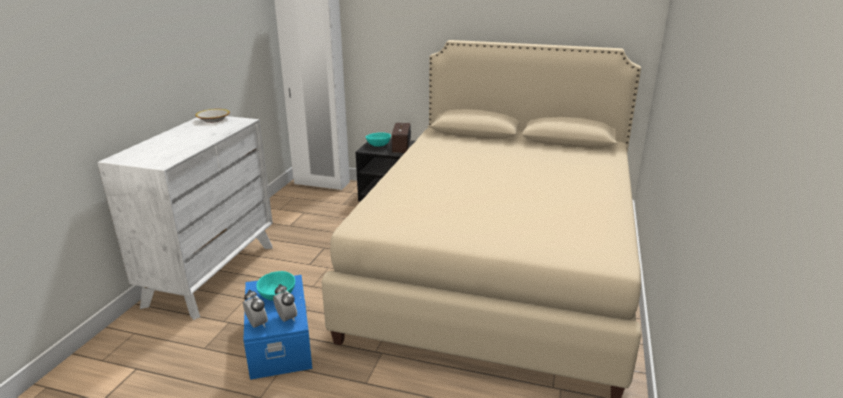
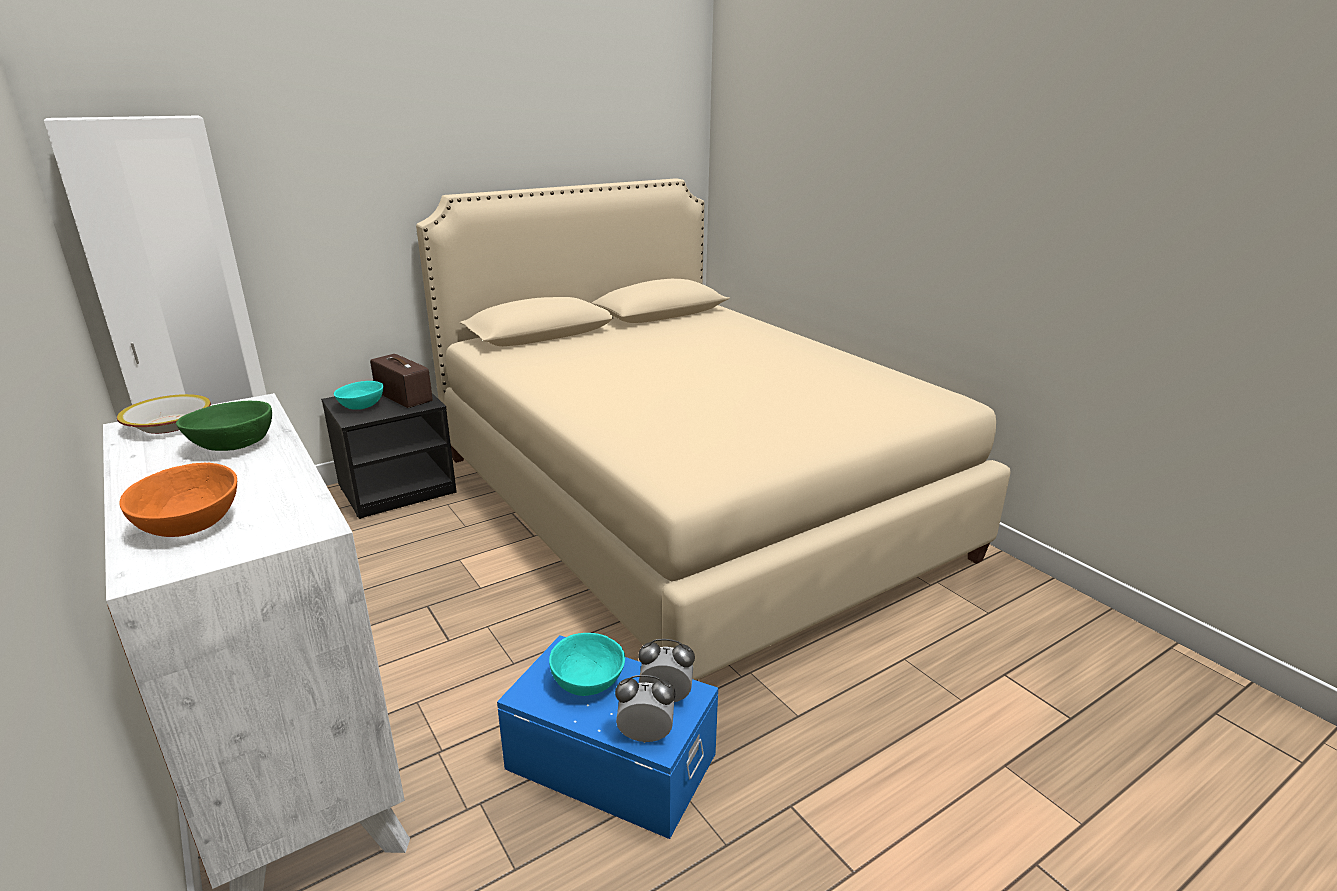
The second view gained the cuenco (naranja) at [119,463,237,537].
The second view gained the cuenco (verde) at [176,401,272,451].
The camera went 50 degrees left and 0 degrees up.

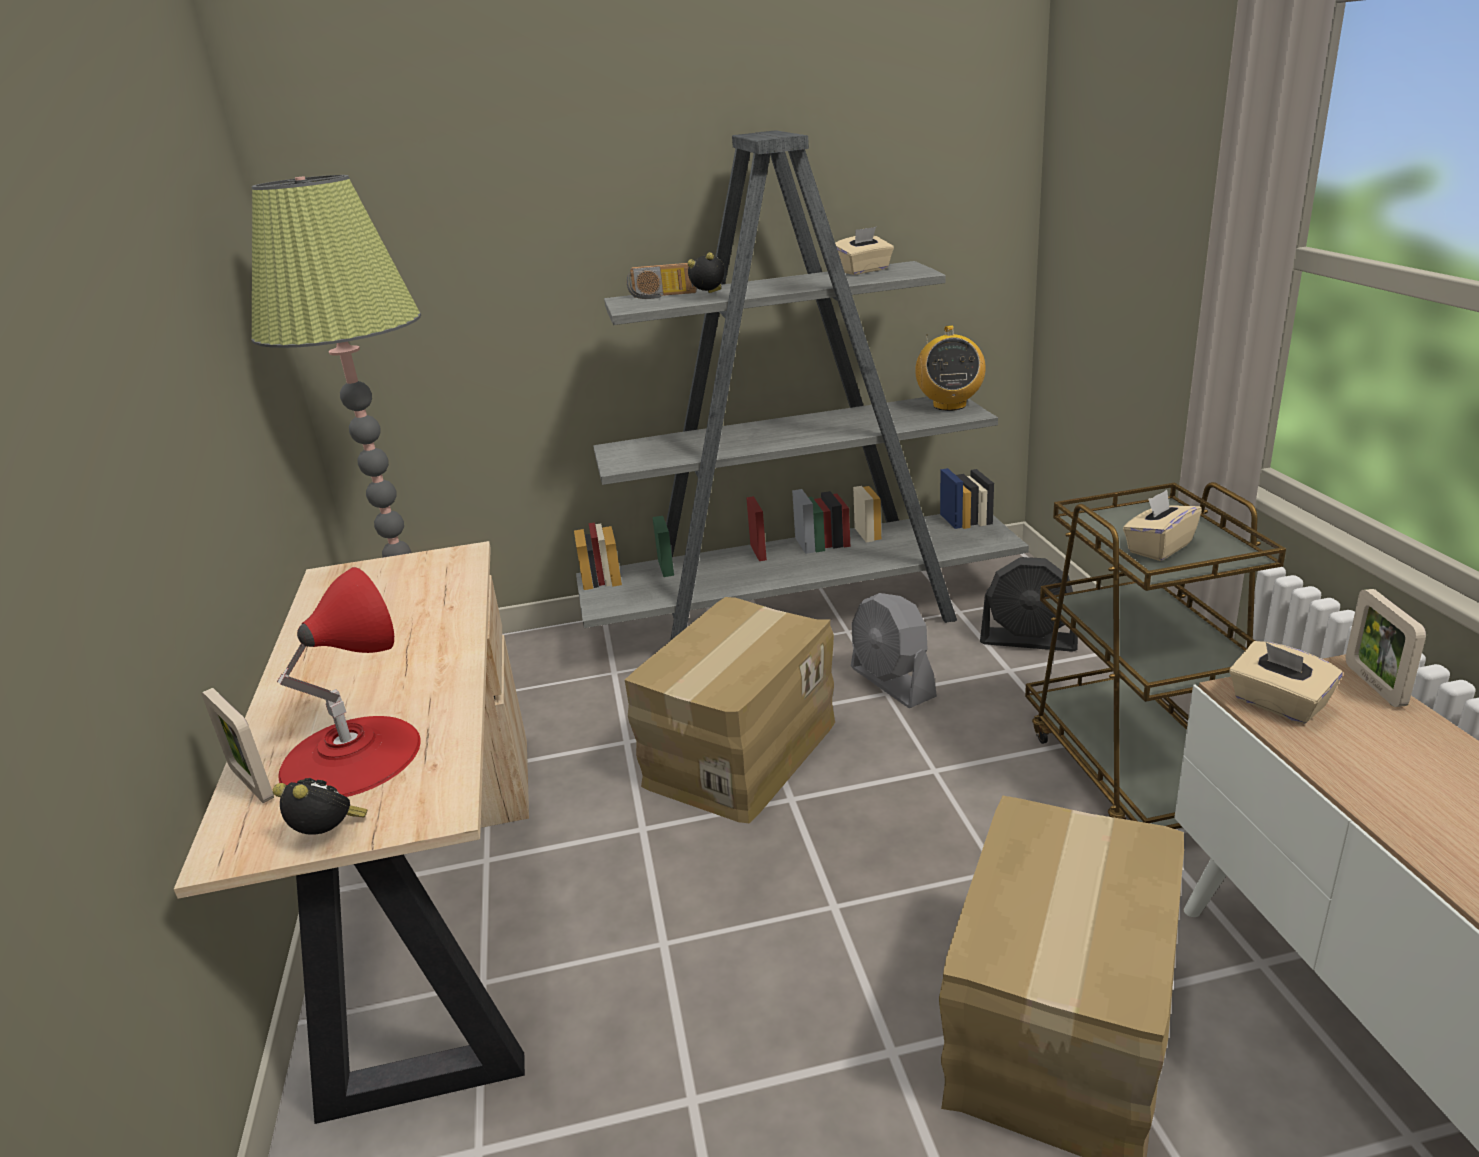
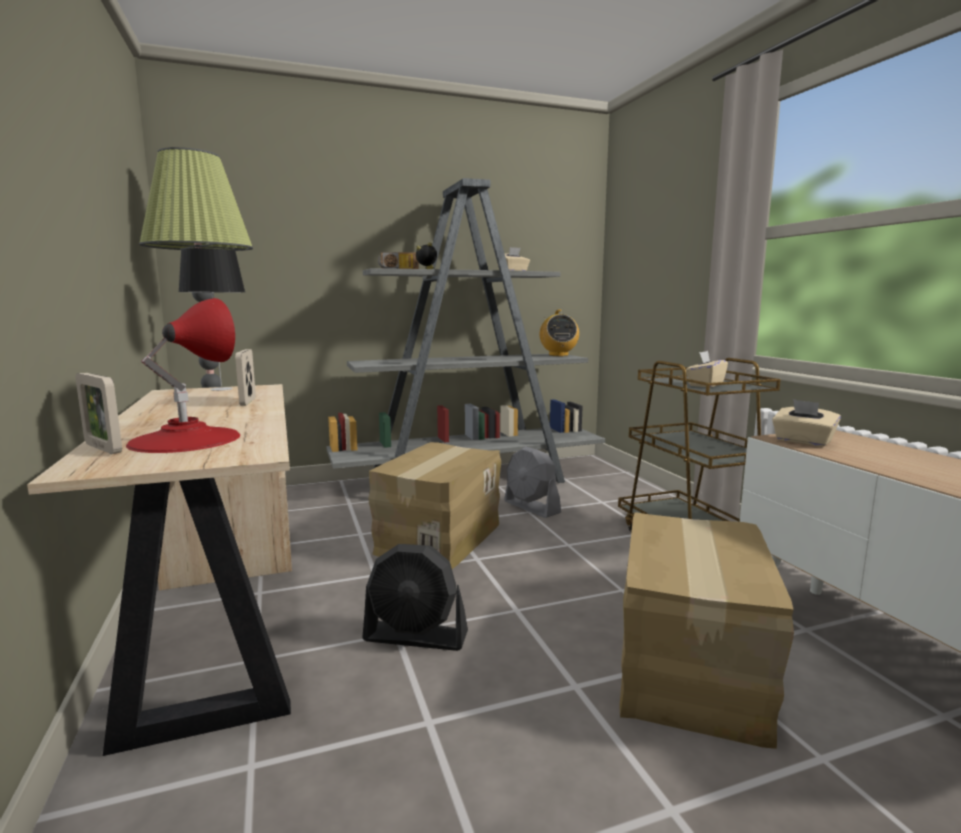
The second view gained the lámpara de mesa at [178,248,245,391].
The portarretratos ended up elsewhere, having gone from [1345,589,1426,707] to [235,349,256,406].
The ventilador (negro) ended up elsewhere, having gone from [980,557,1078,652] to [362,544,468,651].
The second view lost the despertador at [273,778,368,835].
The camera went 10 degrees left and 15 degrees down.

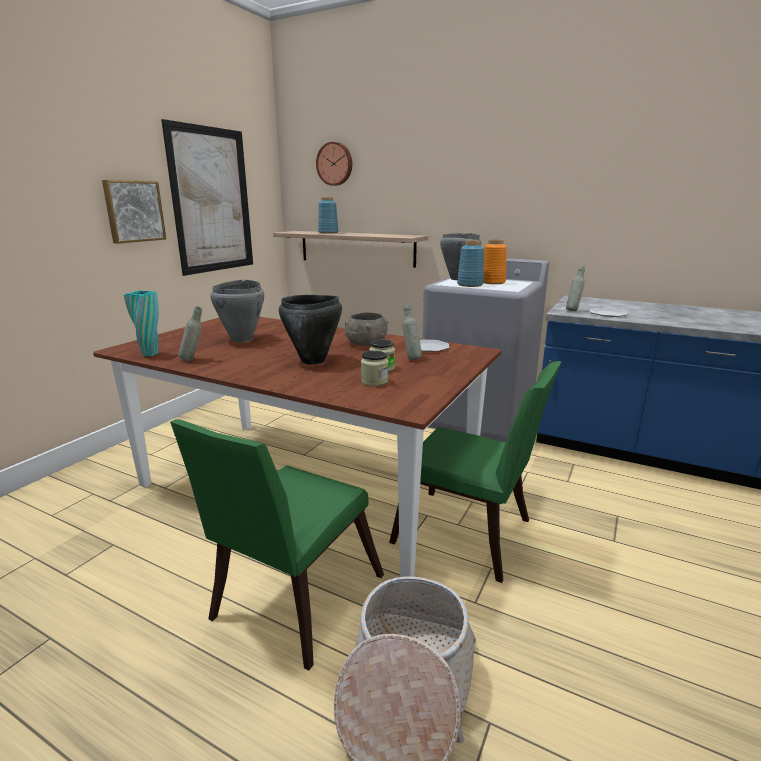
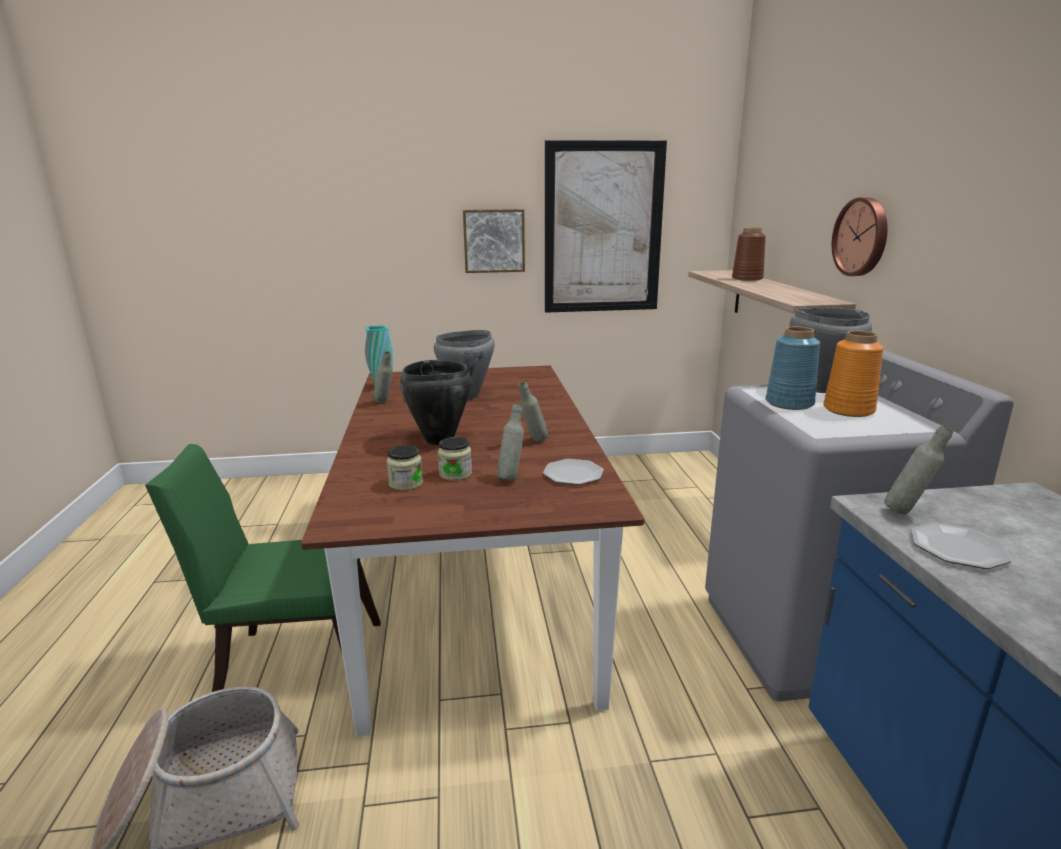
Where the cuenco (gris) stood at [345,312,388,346], the botella (gris) came to stand at [519,382,548,442].
What was the florero (azul) at [318,197,339,233] turned into the florero (marrón) at [732,227,766,281].
The reloj de pared ended up elsewhere, having gone from [316,142,352,186] to [832,197,888,276].
The second view lost the silla (verde) at [389,361,561,583].
The camera went 55 degrees right and 0 degrees up.

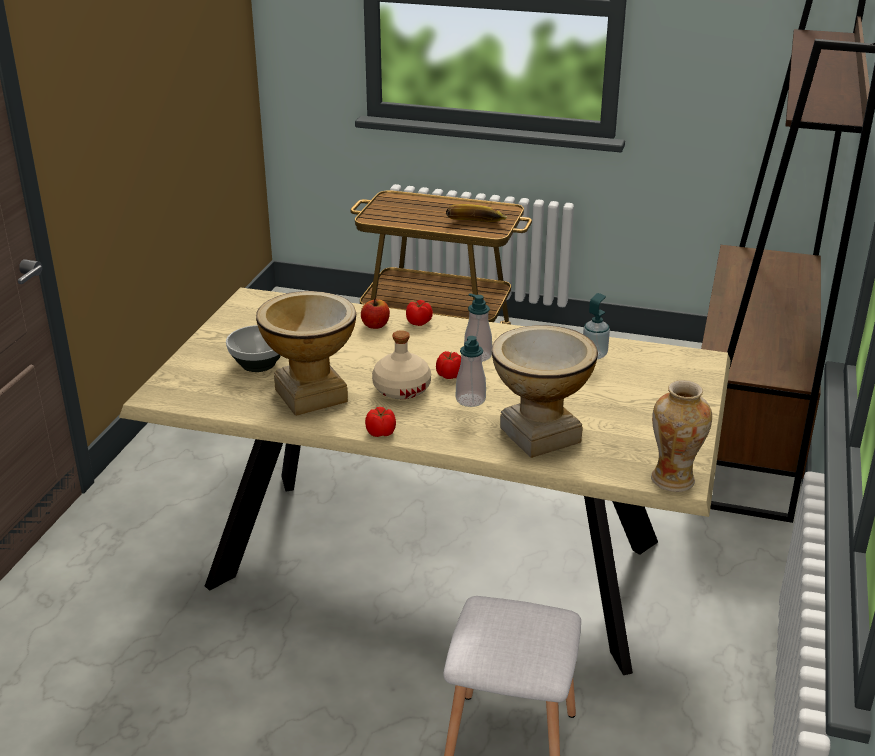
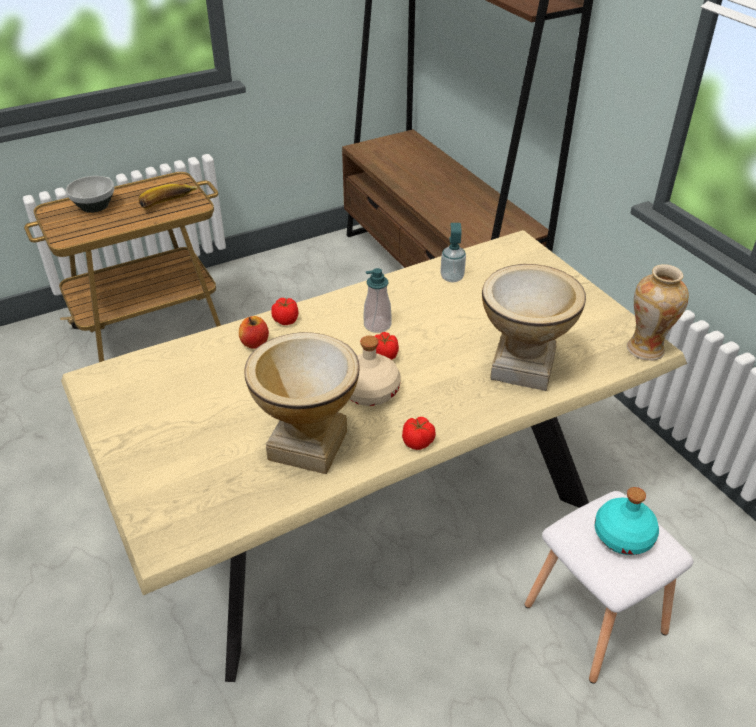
The cuenco ended up elsewhere, having gone from [226,325,281,372] to [66,176,114,213].
The second view gained the botella (turquesa) at [595,487,659,555].
The second view lost the dispensador de jabón at [456,336,486,407].
The camera went 45 degrees left and 10 degrees up.

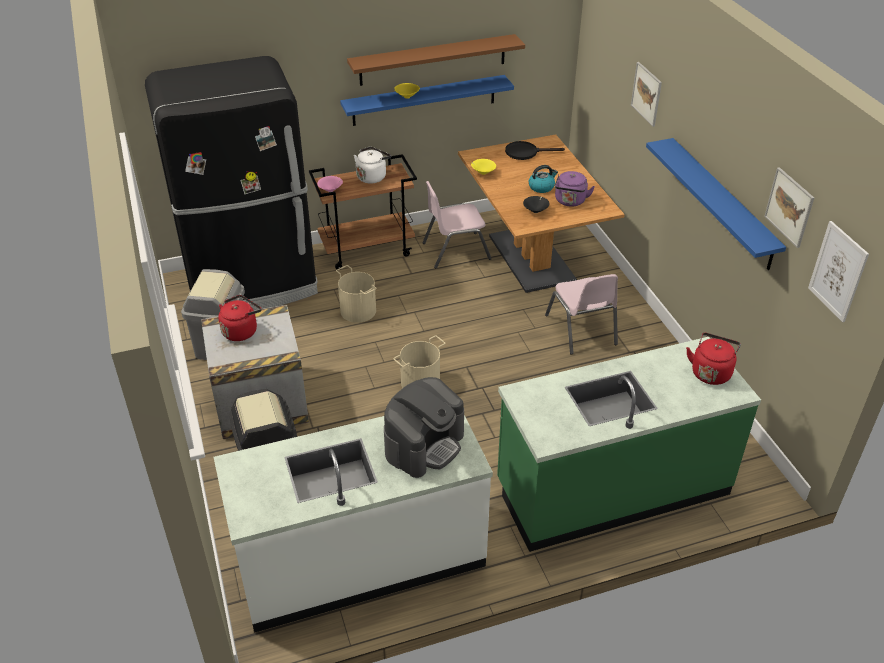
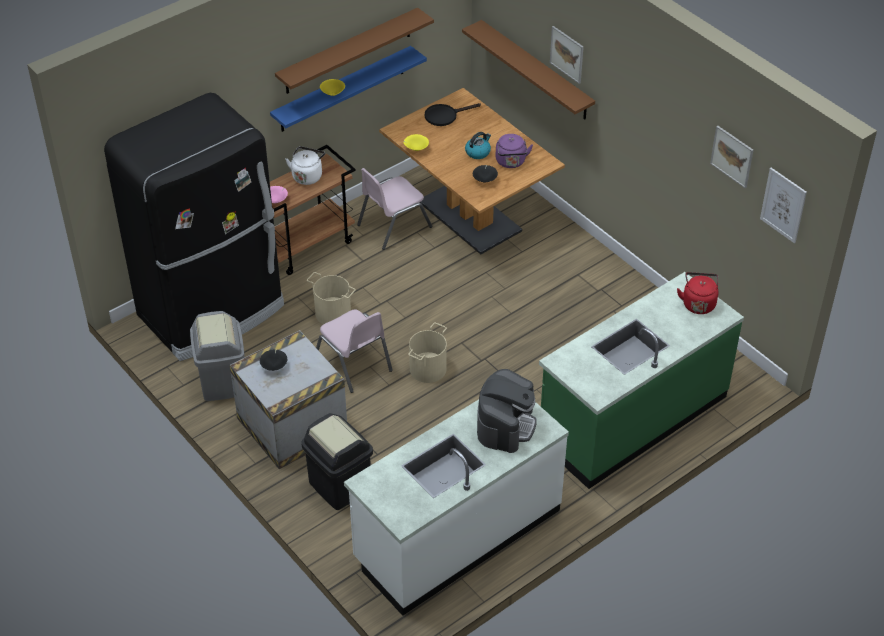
Where the hervidor (rojo) stood at [218,295,262,341], the cuenco (negro) came to stand at [260,349,287,371].
The silla (rosa) ended up elsewhere, having gone from [545,274,618,355] to [316,309,393,393].
The second view gained the estante (marrón) at [462,20,595,119].
The second view lost the estante (azul) at [646,138,786,270].
The camera went 20 degrees left and 5 degrees up.

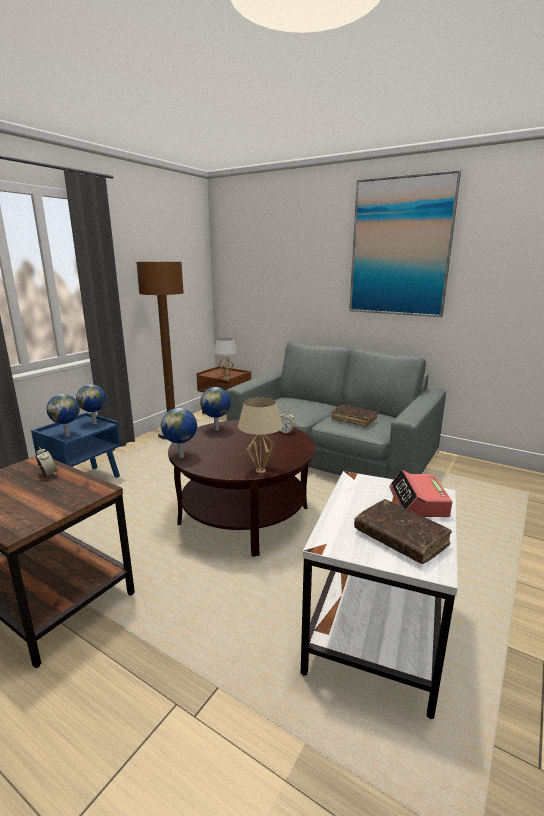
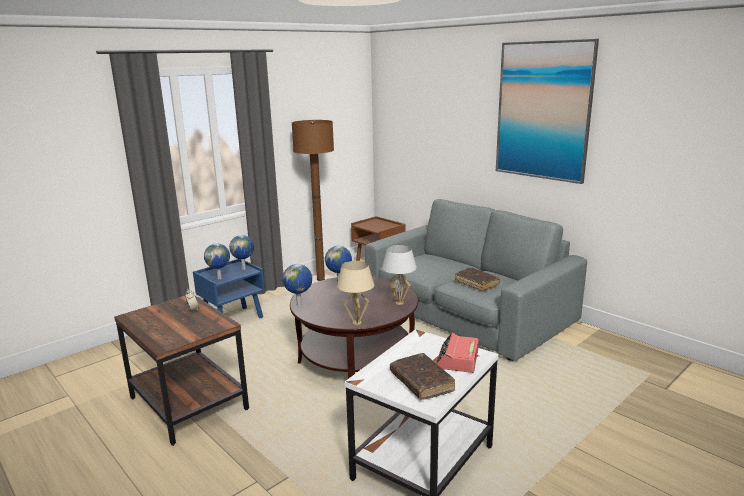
The lámpara de mesa (blanco) ended up elsewhere, having gone from [214,338,237,378] to [382,245,417,305].
The camera went 15 degrees right and 0 degrees up.

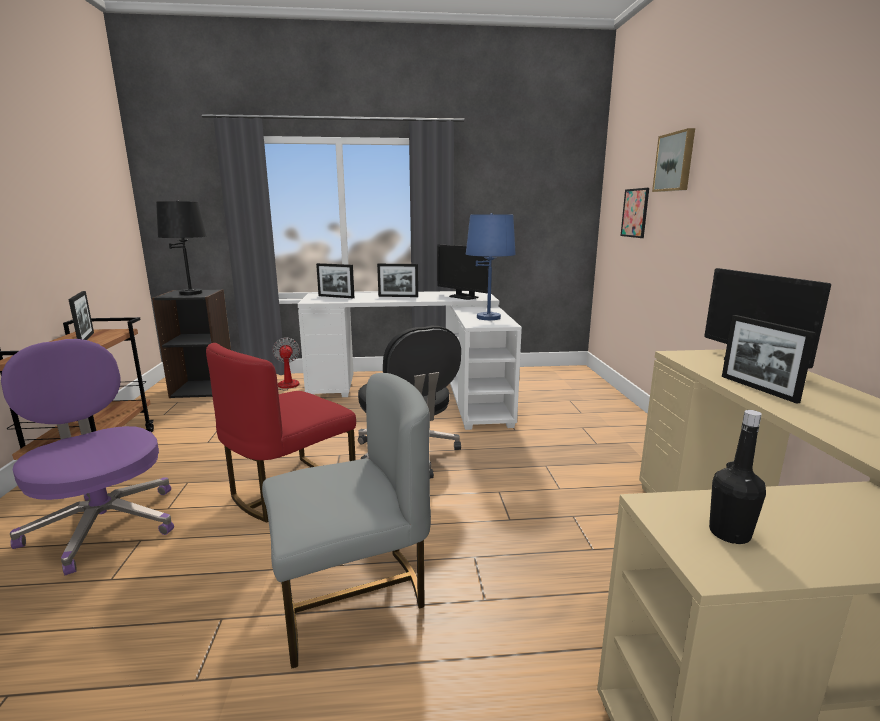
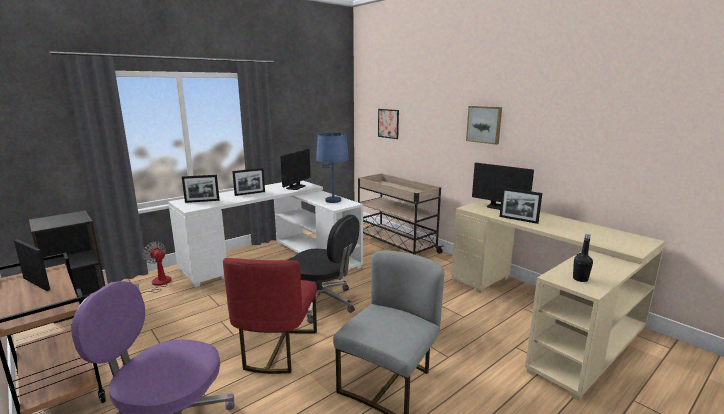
The monitor at [437,244,489,300] ended up facing another way, 75 degrees counterclockwise from before.
The second view gained the carrito (beis) at [358,173,444,255].
The cuadro ended up elsewhere, having gone from [652,128,695,192] to [466,106,502,145].
The second view lost the lámpara de mesa (negro) at [156,200,207,295].
The camera went 35 degrees left and 0 degrees up.

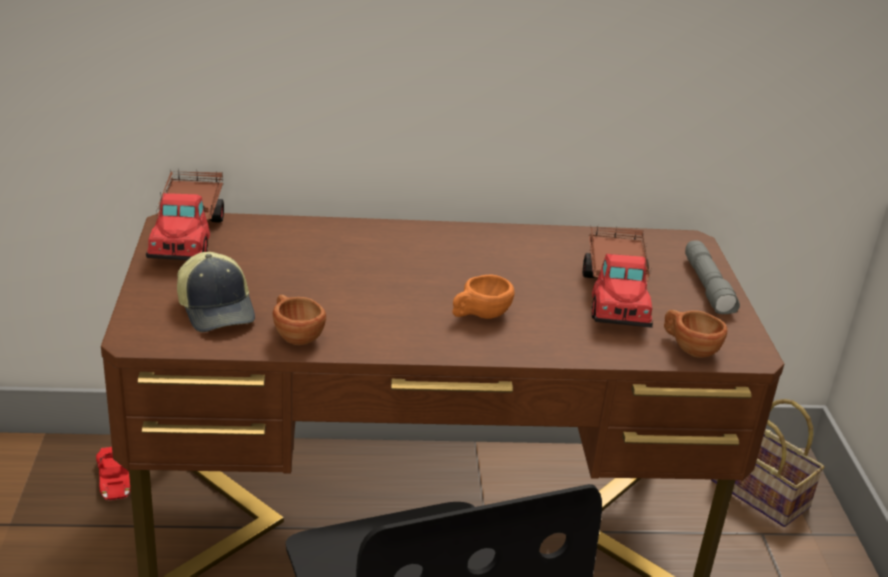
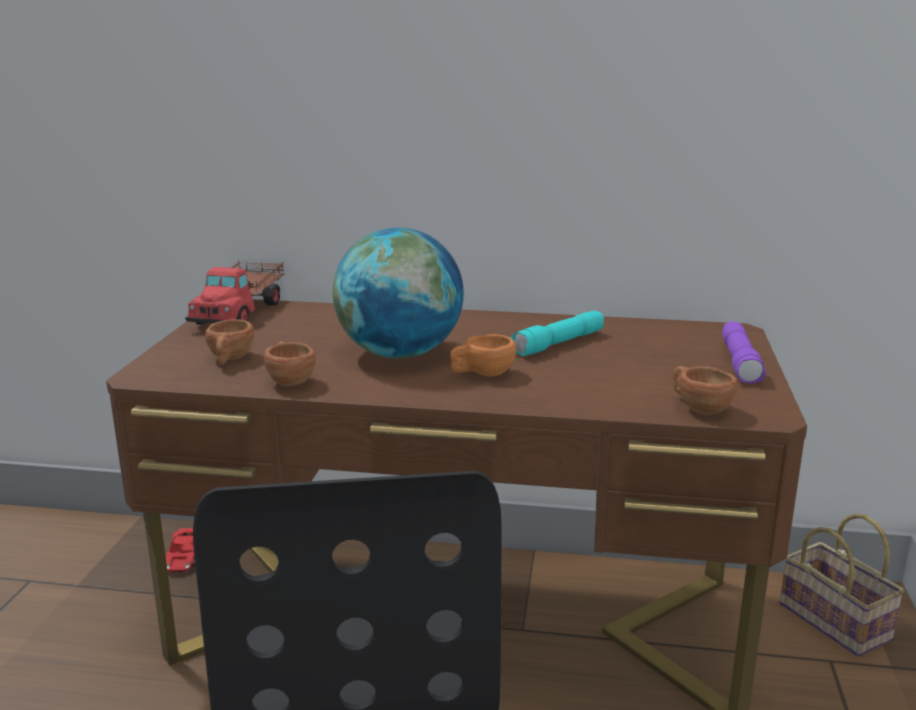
Where the gorra stood at [177,252,255,332], the taza (marrón) came to stand at [205,319,254,365].
The second view gained the globo terráqueo at [333,228,464,359].
The second view gained the linterna (turquesa) at [511,311,604,356].
What was the linterna (gris) at [685,241,740,314] turned into the linterna (morado) at [722,321,766,383].
The second view lost the camión de juguete at [583,227,653,328].
The camera went 15 degrees right and 10 degrees down.

